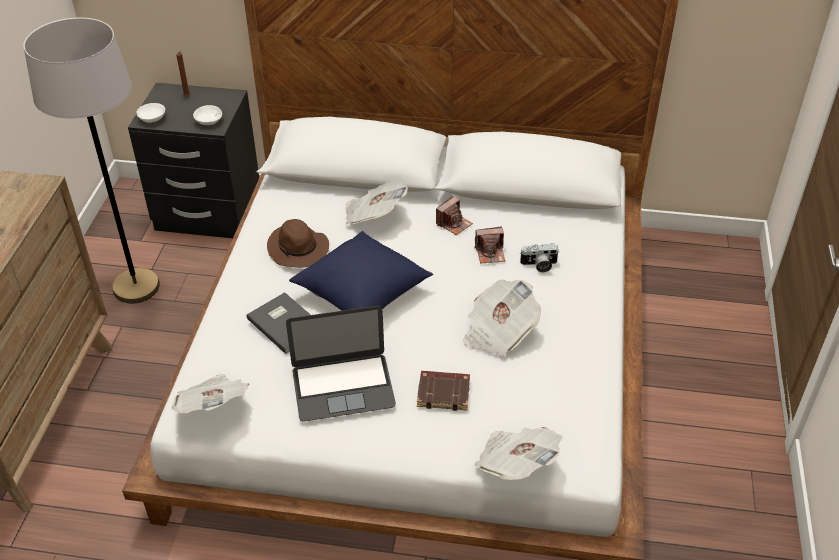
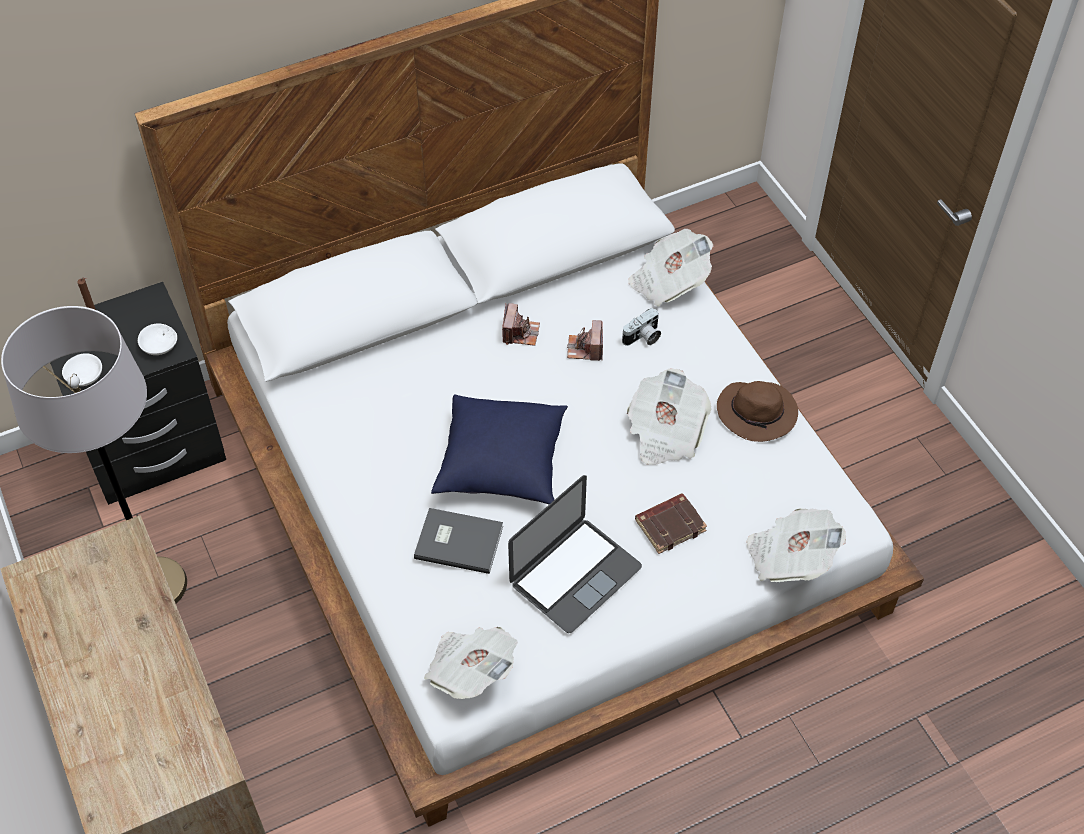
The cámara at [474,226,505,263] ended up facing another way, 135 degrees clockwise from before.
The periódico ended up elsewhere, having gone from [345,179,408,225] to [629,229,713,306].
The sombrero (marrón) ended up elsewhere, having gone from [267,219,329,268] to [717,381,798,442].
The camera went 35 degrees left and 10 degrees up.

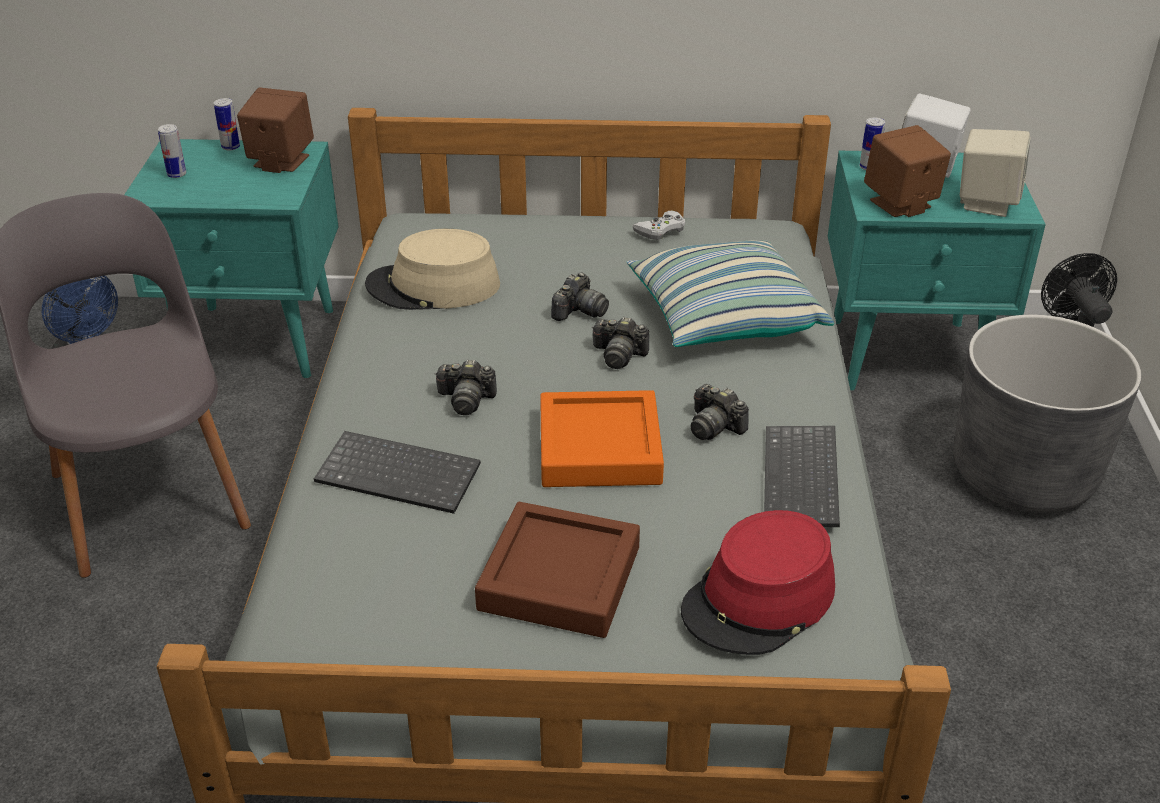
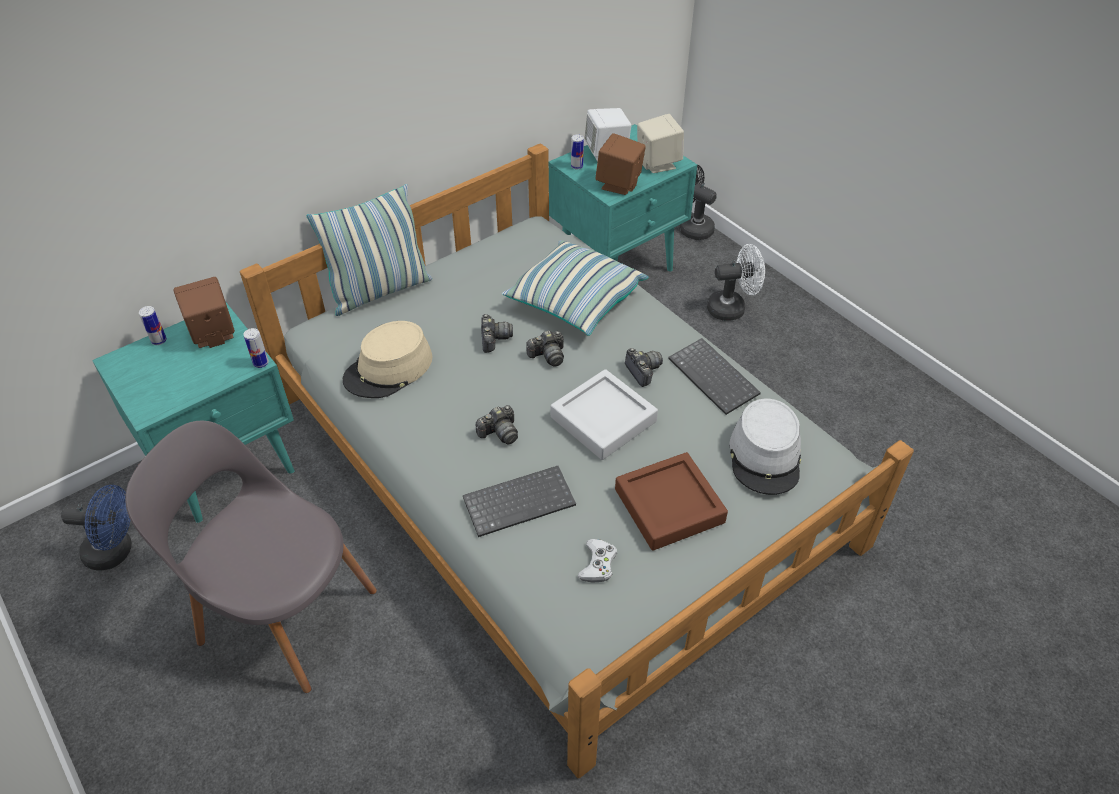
The lata ended up elsewhere, having gone from [158,124,186,178] to [243,328,269,368].
The second view gained the cojín at [307,184,432,316].
What was the bandeja (naranja) at [540,390,664,487] turned into the bandeja (gris) at [551,369,658,460].
The mando de consola (blanco) ended up elsewhere, having gone from [632,210,685,240] to [578,539,617,583].
The cámara at [691,384,749,440] ended up facing another way, 120 degrees counterclockwise from before.
Where the maceta (gris) stood at [953,315,1141,513], the ventilador (blanco) came to stand at [707,244,765,321].
What was the sombrero (rojo) at [681,510,835,655] turned into the sombrero (gris) at [729,399,801,495].
The camera went 40 degrees left and 10 degrees up.

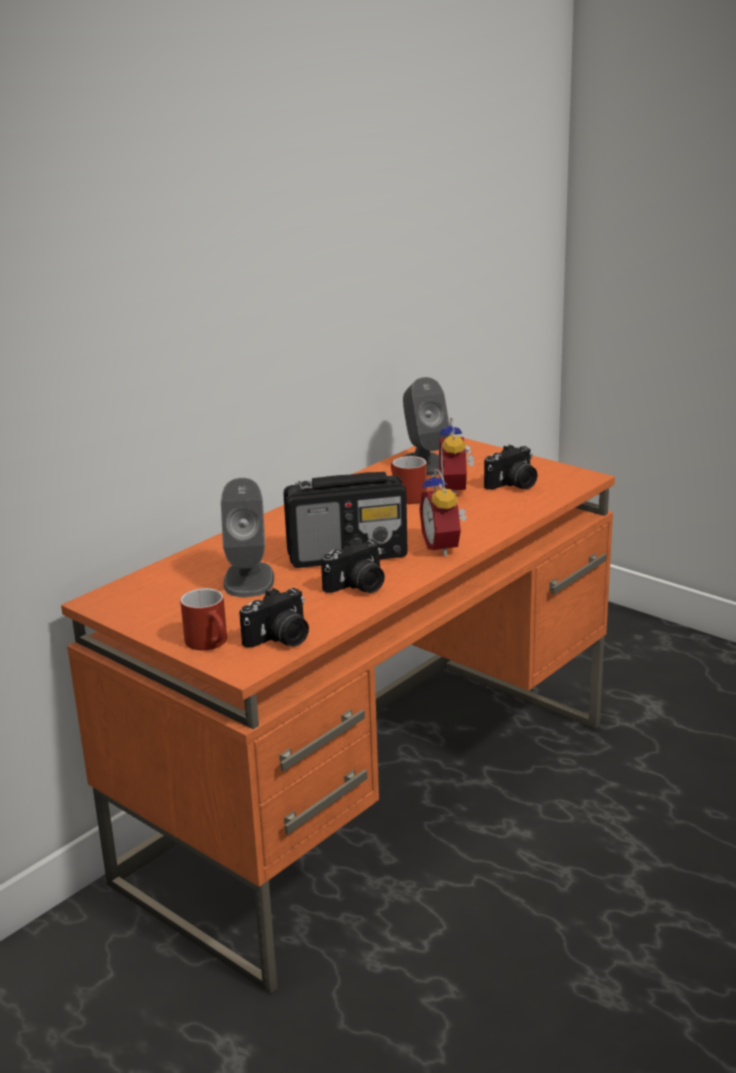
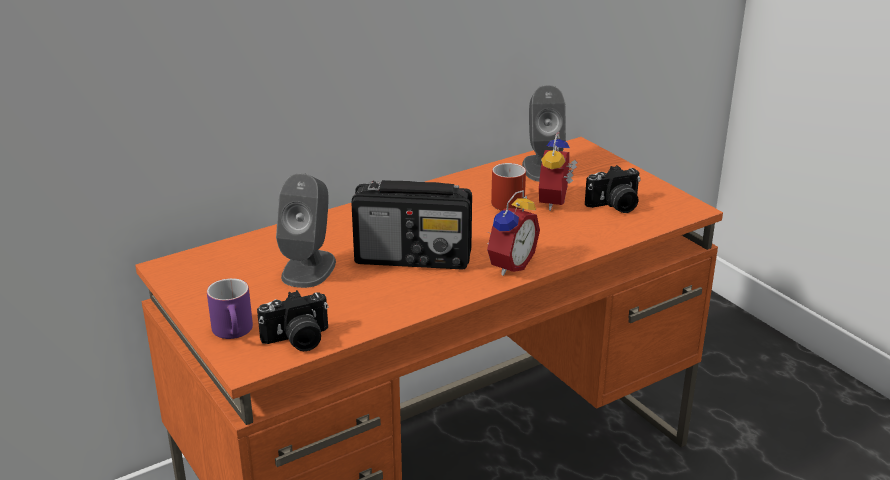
What was the taza grande (rojo) at [180,588,227,650] turned into the taza grande (morado) at [207,278,253,339].
The despertador at [419,469,467,556] ended up facing another way, 150 degrees counterclockwise from before.
The second view lost the cámara at [321,539,385,593].
The camera went 15 degrees right and 5 degrees up.

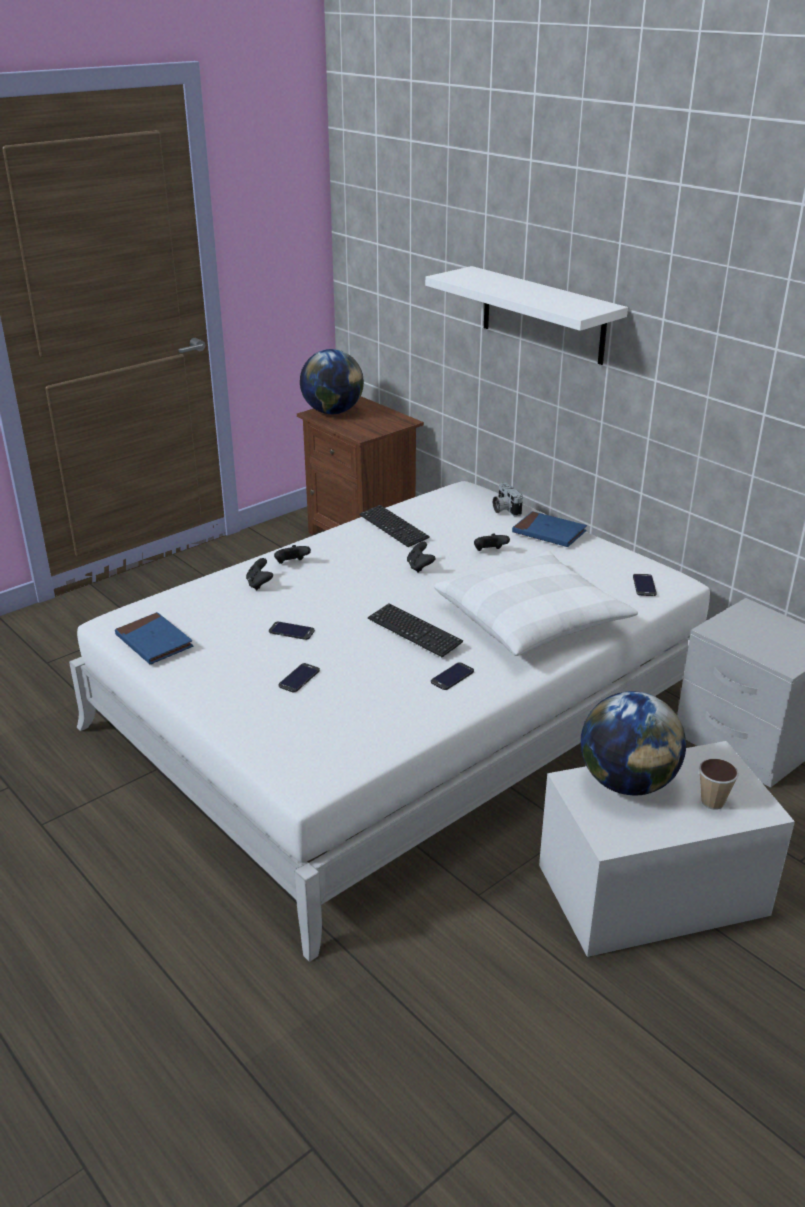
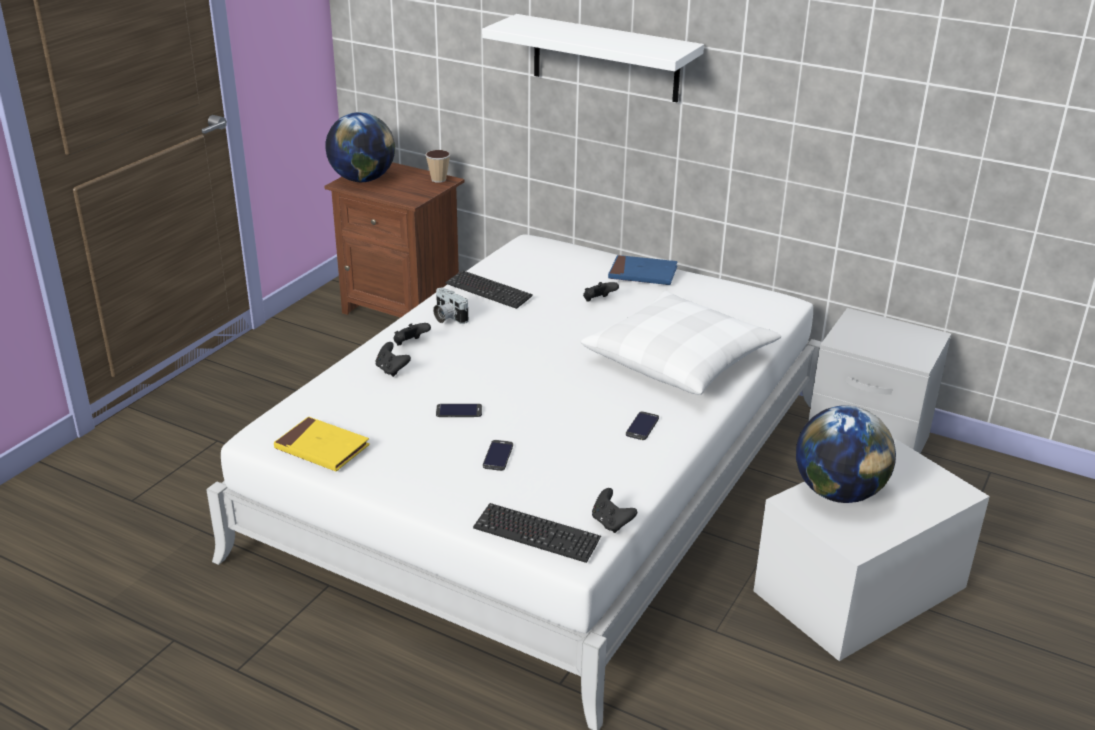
What was the libro (azul) at [115,612,193,664] turned into the libro (amarillo) at [274,417,370,471].
The taza ended up elsewhere, having gone from [699,759,739,810] to [426,150,450,183].
The cámara ended up elsewhere, having gone from [493,483,523,517] to [433,288,468,324].
The teclado ended up elsewhere, having gone from [368,604,463,657] to [473,503,601,563].
The mando de consola (negro) ended up elsewhere, having gone from [407,541,435,573] to [592,488,637,533].
The second view lost the móvil at [633,574,657,596].
The camera went 20 degrees left and 0 degrees up.

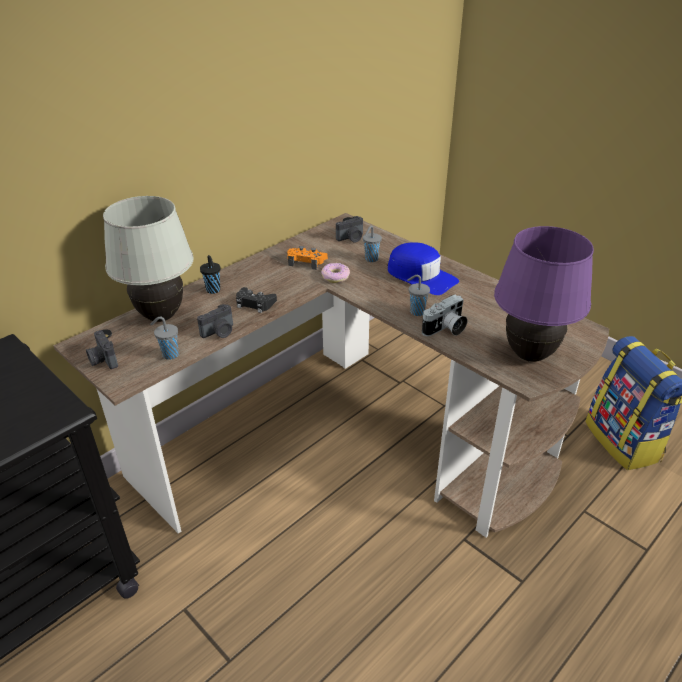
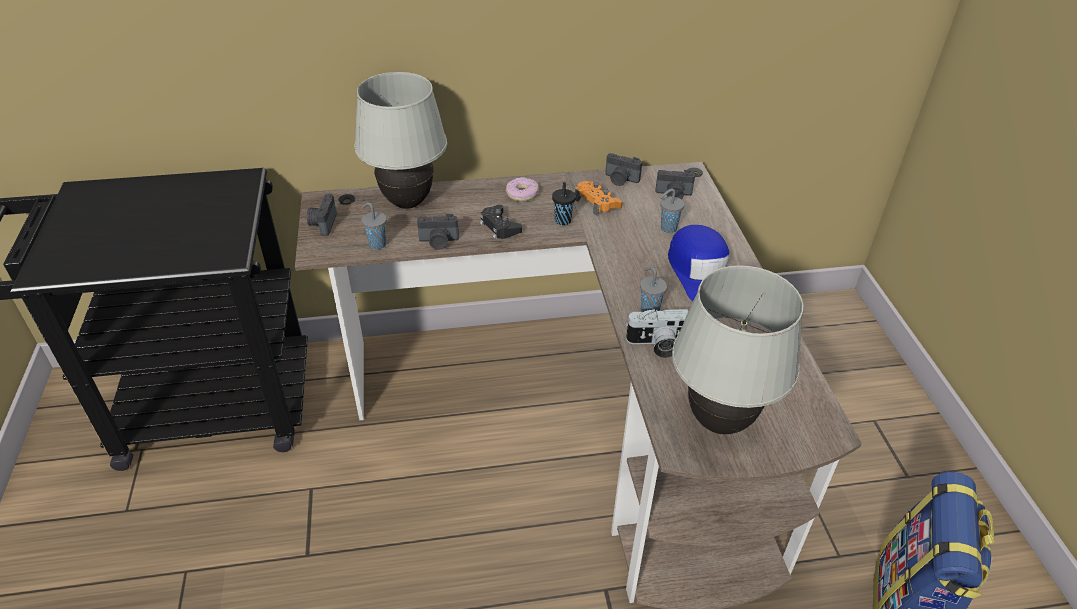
The rosquilla ended up elsewhere, having gone from [321,263,350,283] to [506,177,539,202].
The taza (negro) ended up elsewhere, having gone from [200,255,221,294] to [552,182,576,225].
The second view gained the cámara at [605,153,642,186].
What was the lámpara de mesa (morado) at [494,226,594,362] turned into the lámpara de mesa (blanco) at [672,265,804,434].
The camera went 35 degrees right and 5 degrees up.

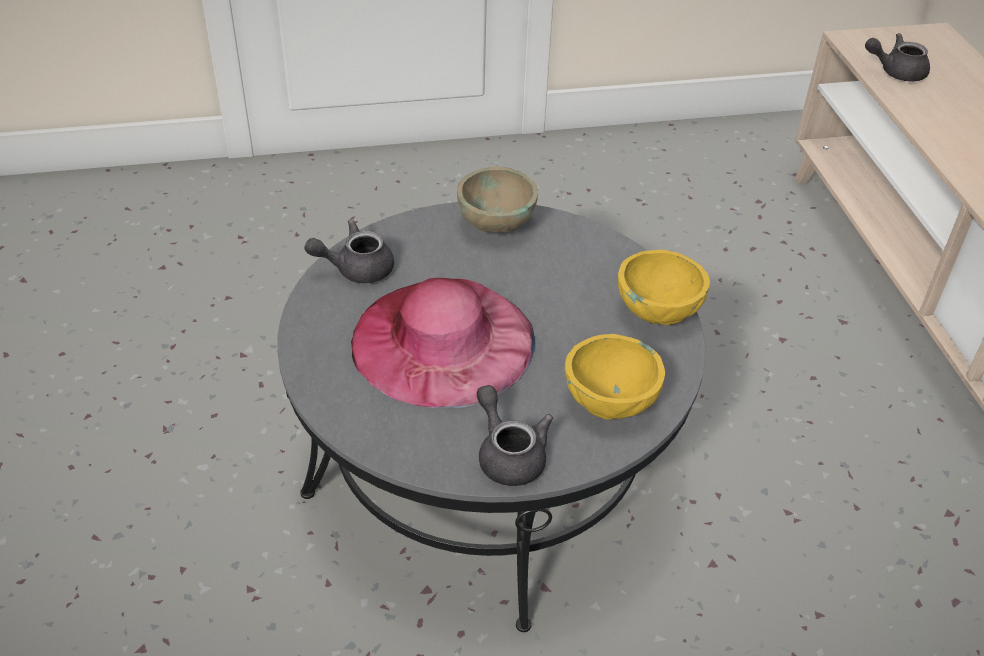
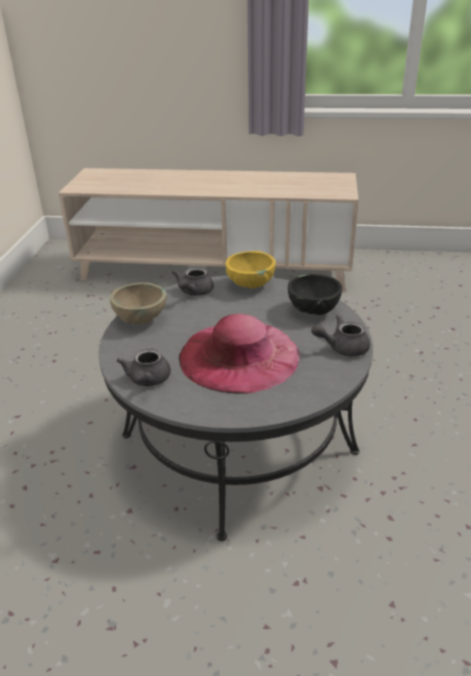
The tetera (gris) ended up elsewhere, having gone from [865,33,930,81] to [172,267,214,296].
What was the cuenco (amarillo) at [565,334,665,420] turned into the cuenco (negro) at [288,274,342,315].
The camera went 70 degrees left and 10 degrees down.

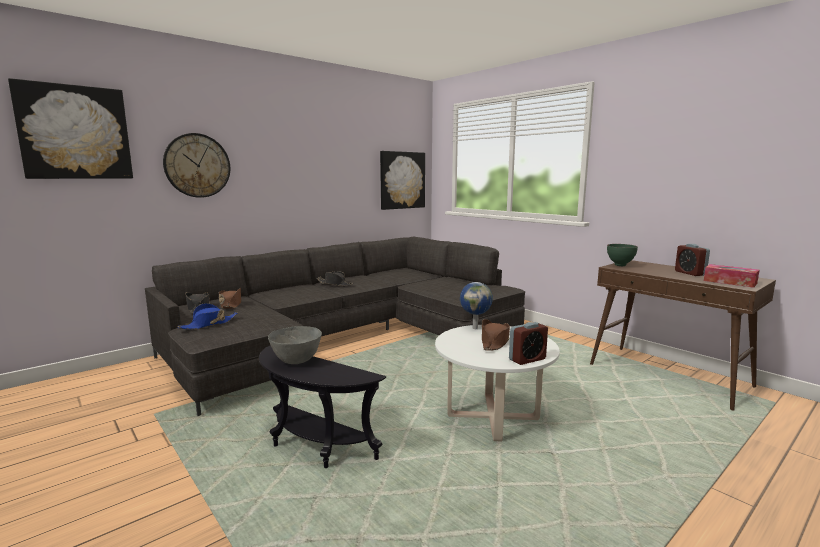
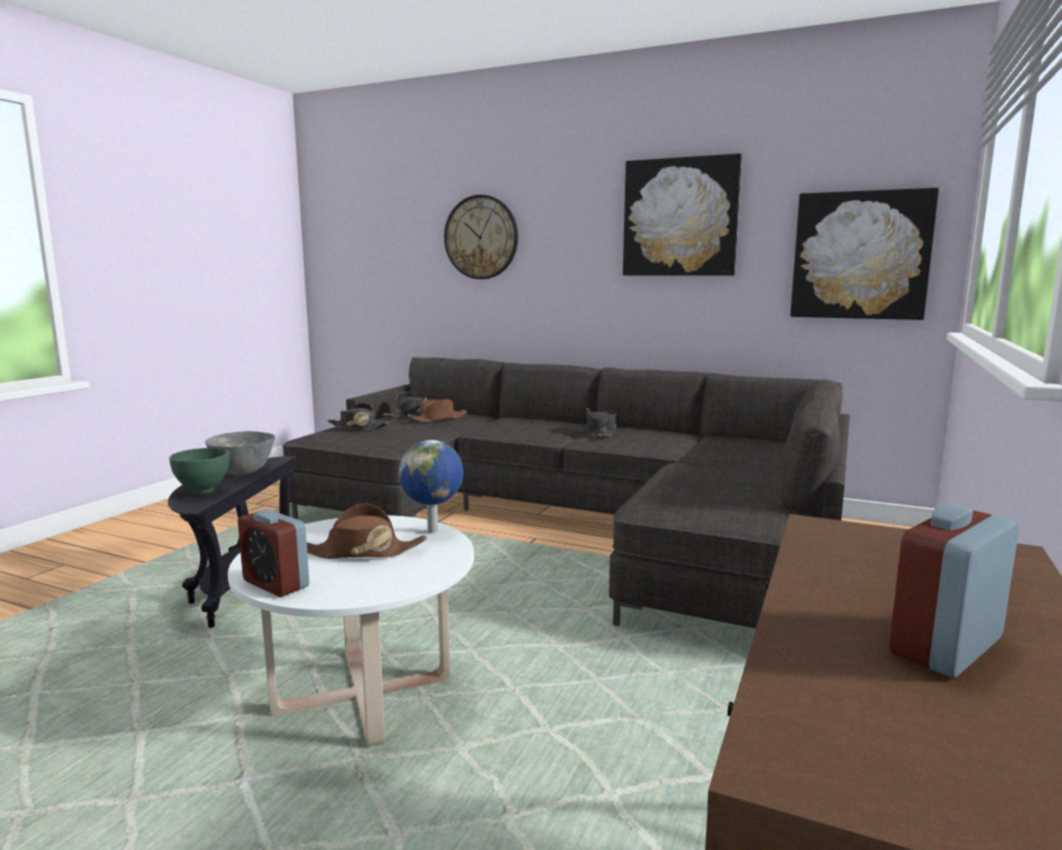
The cuenco (verde) ended up elsewhere, having gone from [607,244,638,266] to [169,448,229,495].
What was the sombrero (azul) at [177,303,238,329] turned into the sombrero (negro) at [328,402,390,430].
The cuadro ended up elsewhere, having gone from [8,78,133,179] to [623,153,742,276].
The second view lost the caja de pañuelos at [704,264,759,288].
The camera went 65 degrees right and 0 degrees up.

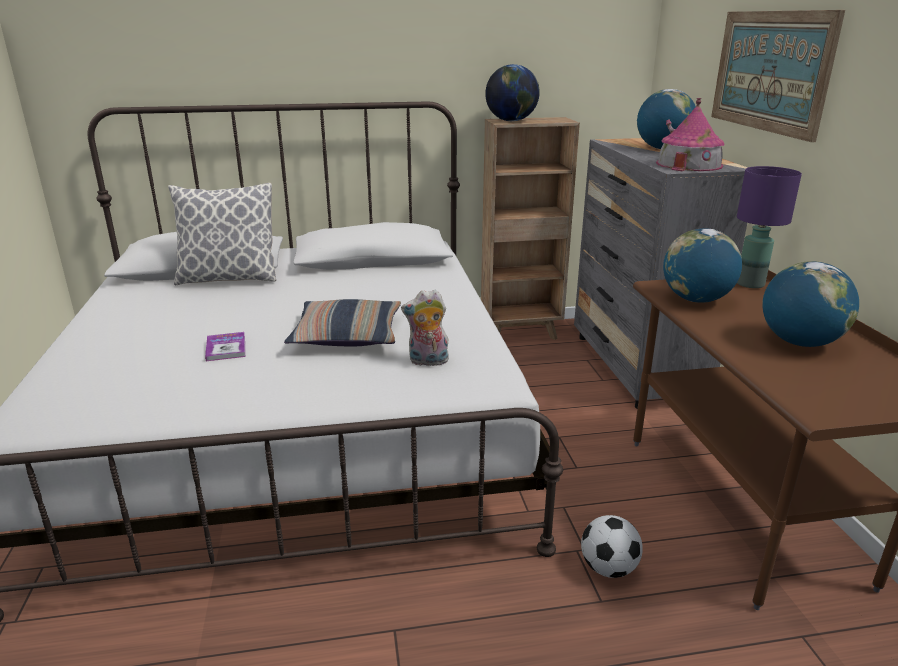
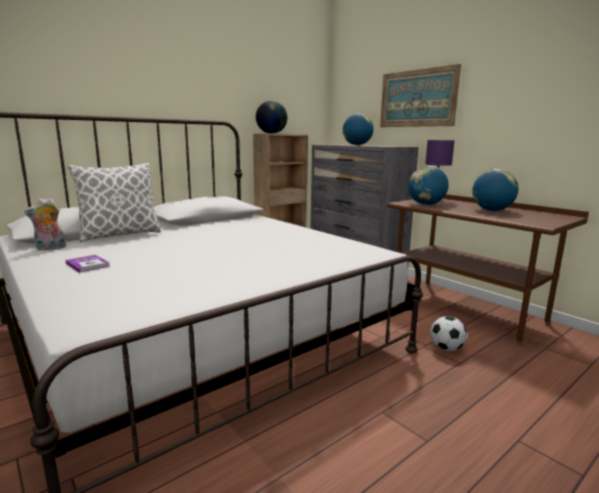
The peluche ended up elsewhere, having gone from [401,290,451,366] to [25,198,66,250].
The libro ended up elsewhere, having gone from [205,332,245,361] to [65,255,110,273].
The second view lost the cojín at [284,299,401,346].
The second view lost the casita at [656,98,724,171].
The camera went 30 degrees left and 10 degrees down.

